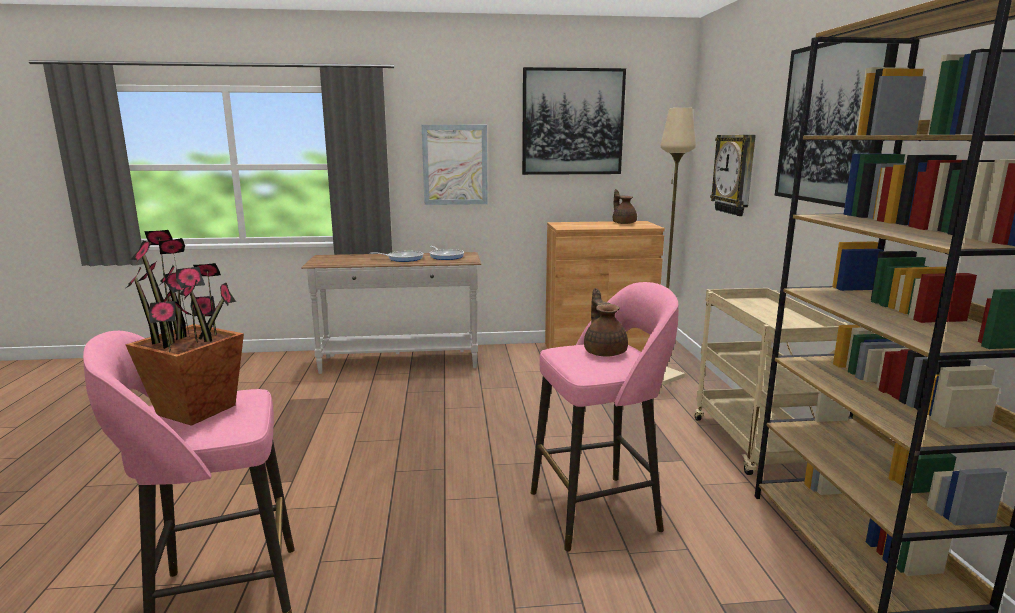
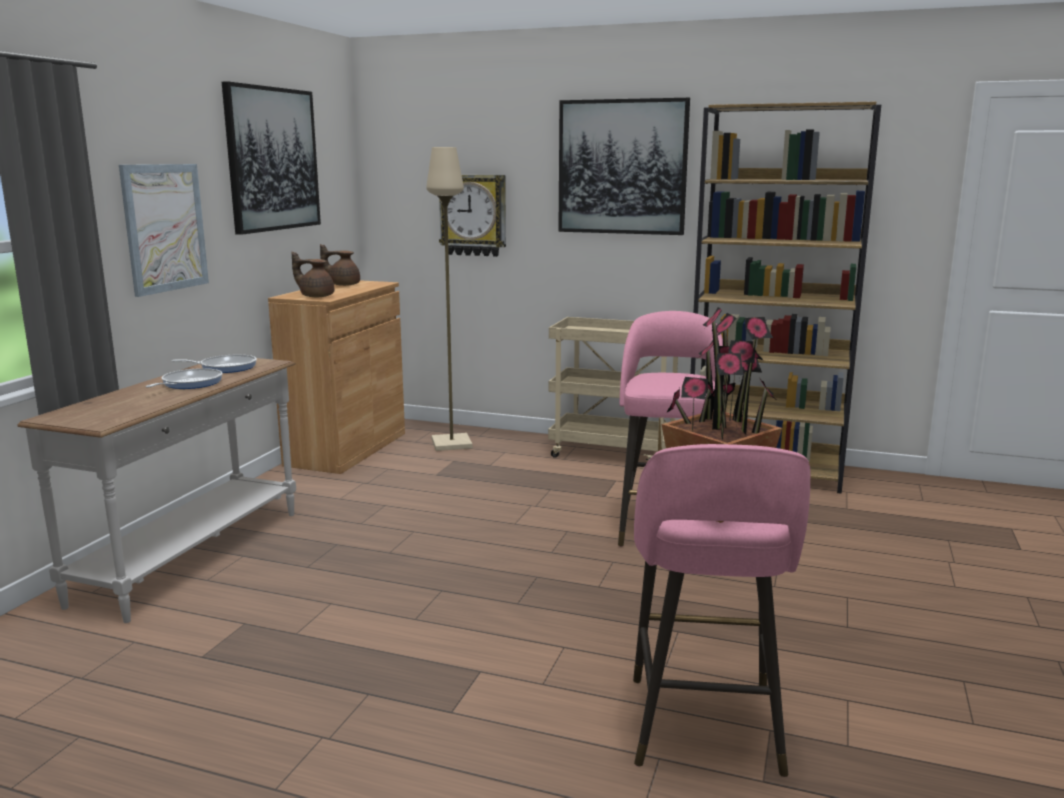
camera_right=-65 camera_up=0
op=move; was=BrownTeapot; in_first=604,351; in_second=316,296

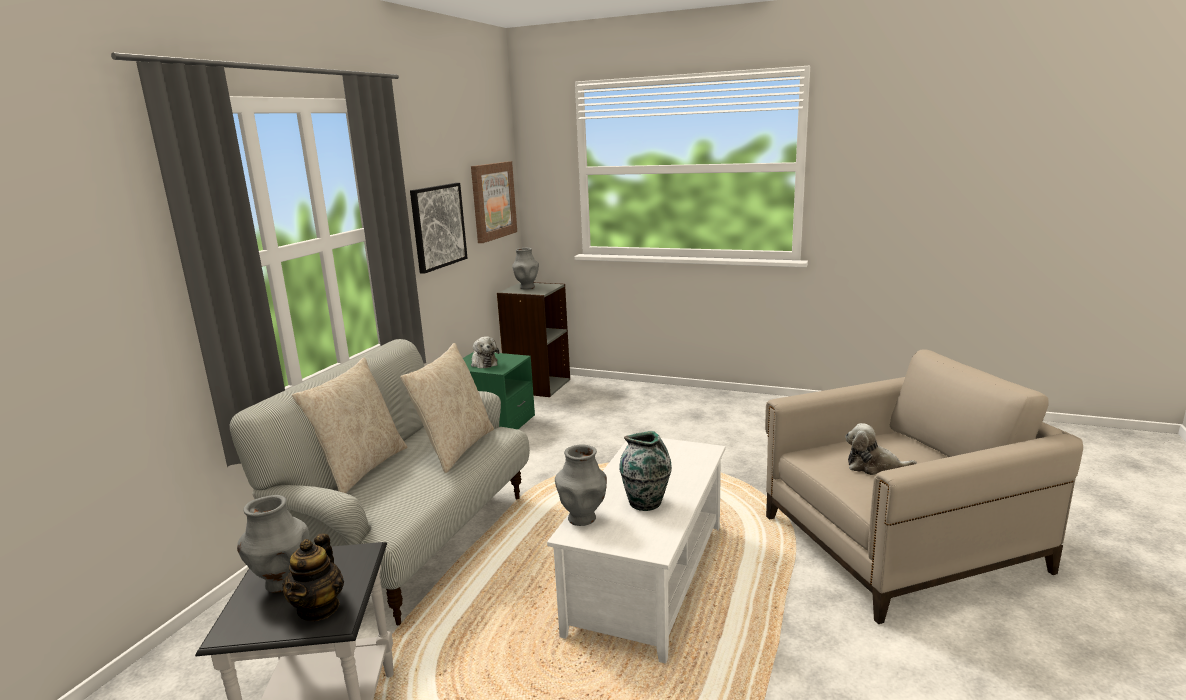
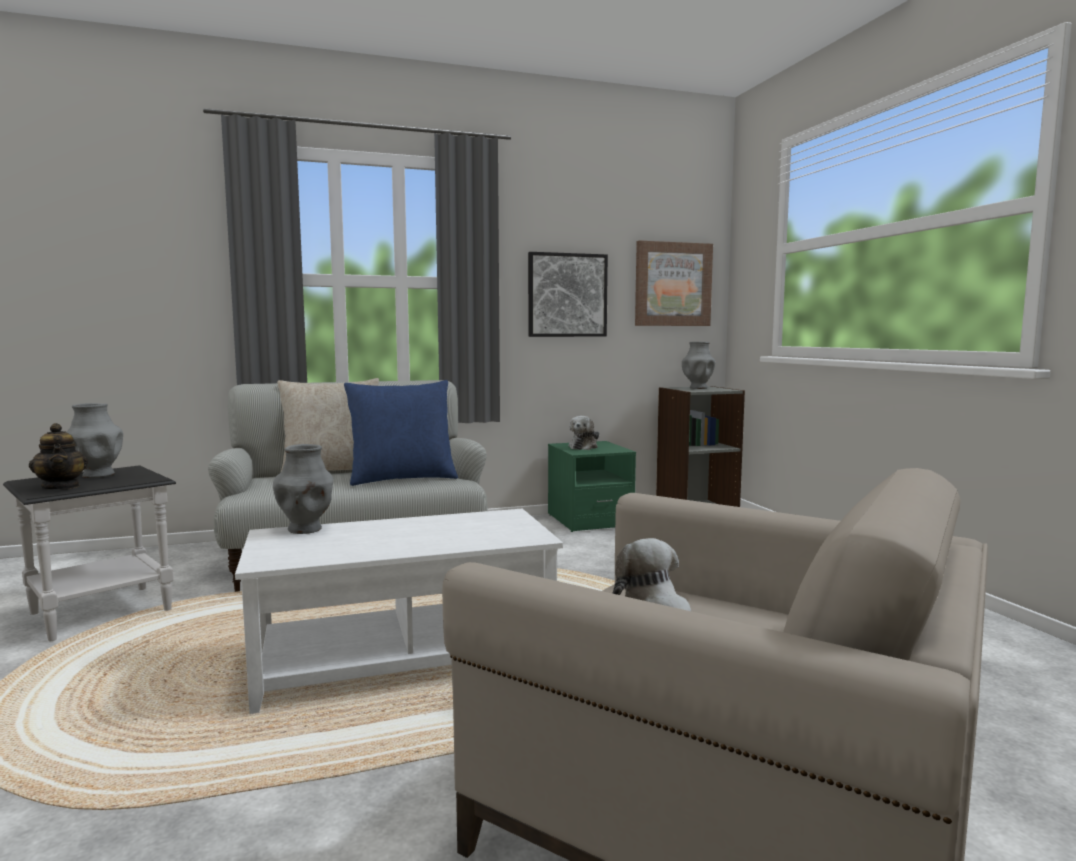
camera_right=50 camera_up=-10
op=rotate; was=Teapot; in_first=319,608; in_second=61,487; clockwise=-90
op=recolor; was=BeigePillow; now=BluePillow; in_first=455,448; in_second=402,479
op=delete; was=Vase; in_first=646,503

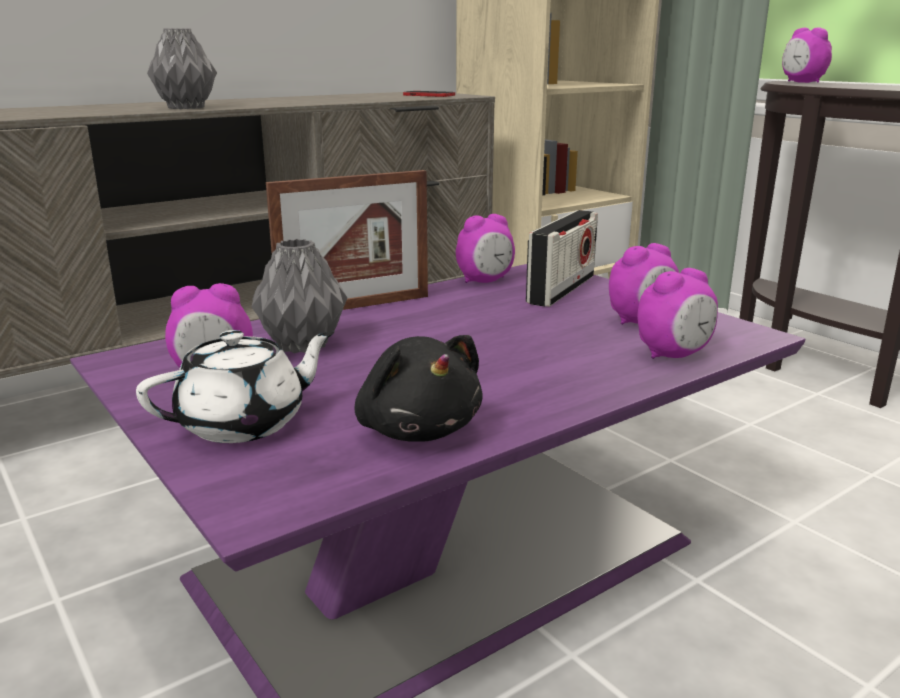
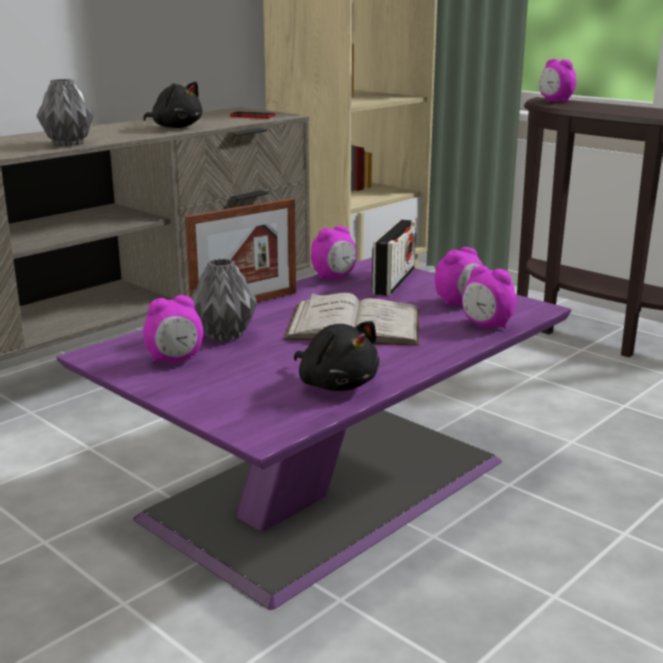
camera_right=-10 camera_up=0
op=delete; was=WhiteTeapot; in_first=245,423
op=rotate; was=AlarmClock; in_first=674,355; in_second=486,325; clockwise=75
op=insert; now=BlackPlushToy; in_second=176,127
op=insert; now=WhiteBook; in_second=354,324

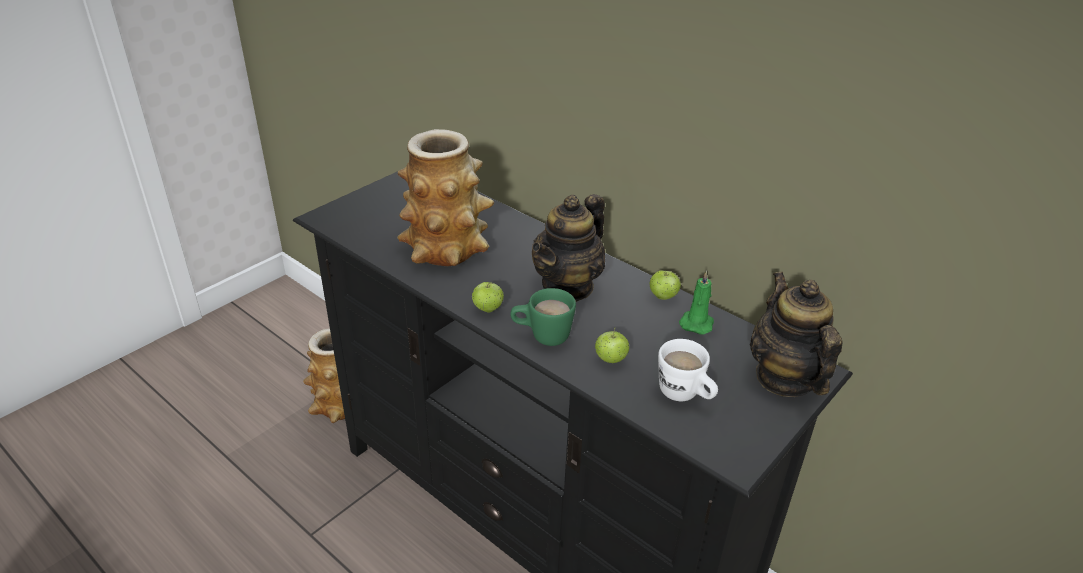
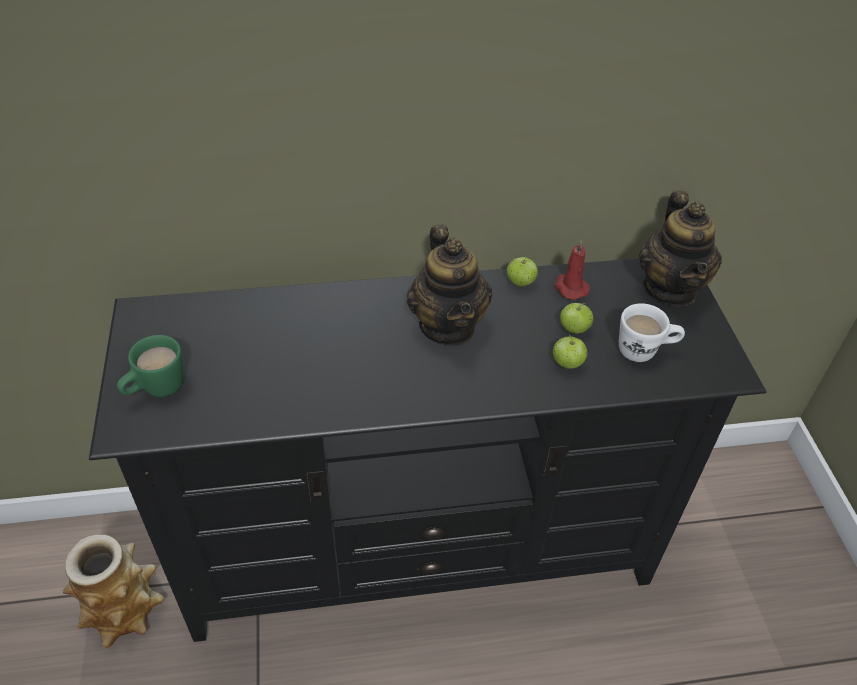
camera_right=-50 camera_up=10
op=delete; was=Vase; in_first=447,248
op=move; was=Apple; in_first=488,309; in_second=573,329
op=move; was=GreenMug; in_first=542,336; in_second=156,390
op=recolor; was=GreenCandle; now=RedCandle; in_first=697,323; in_second=570,287
op=rotate; was=Teapot; in_first=785,378; in_second=670,288; clockwise=-120

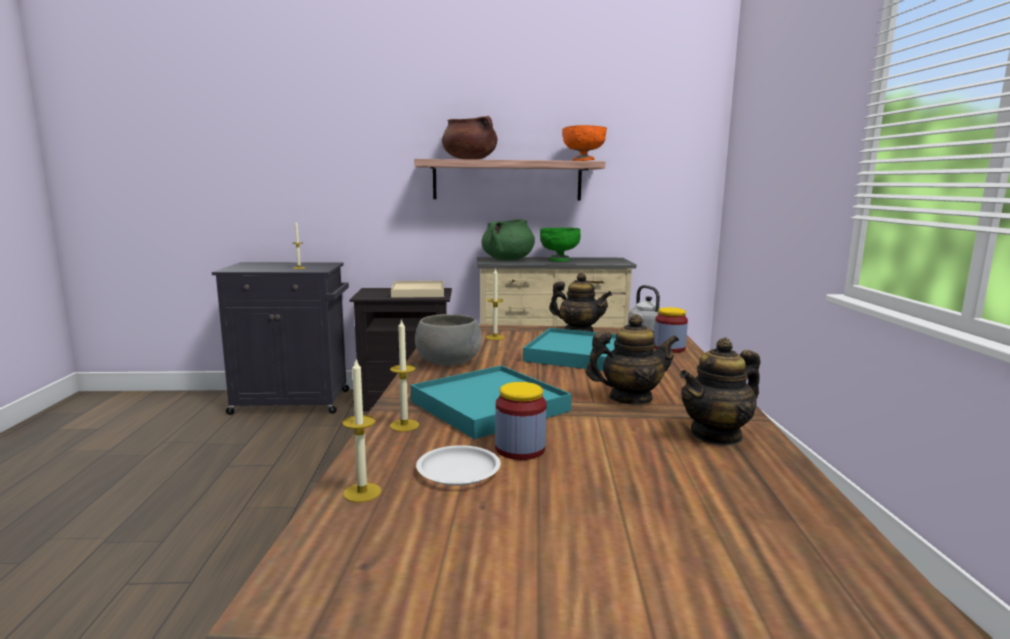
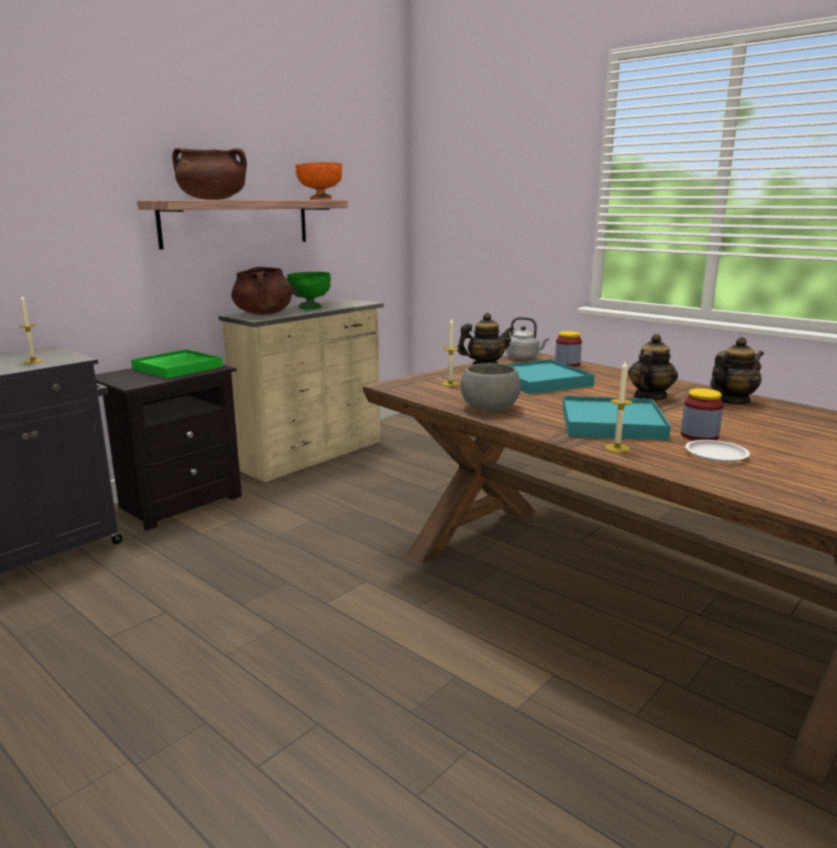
camera_right=-45 camera_up=5
op=delete; was=Candle; in_first=362,492
op=recolor; was=BeigeTray; now=GreenTray; in_first=418,292; in_second=178,368
op=recolor; was=GreenCookingPot; now=BrownCookingPot; in_first=507,259; in_second=263,314
op=rotate; was=Teapot; in_first=717,435; in_second=732,401; clockwise=-135

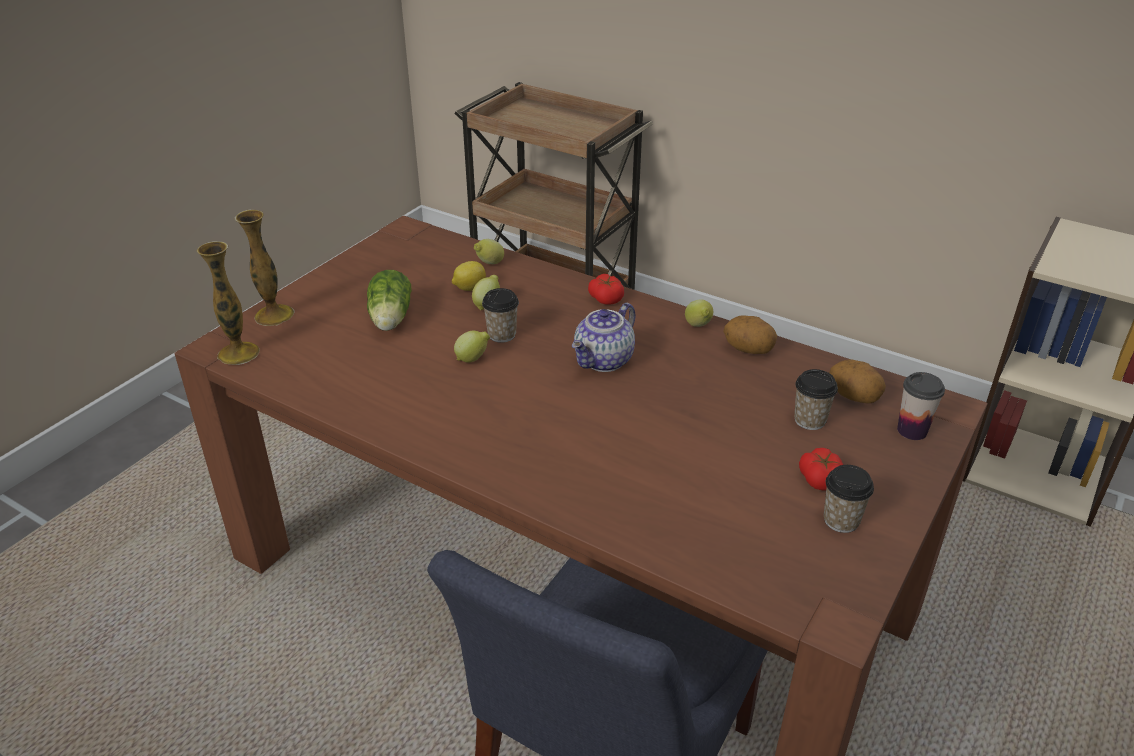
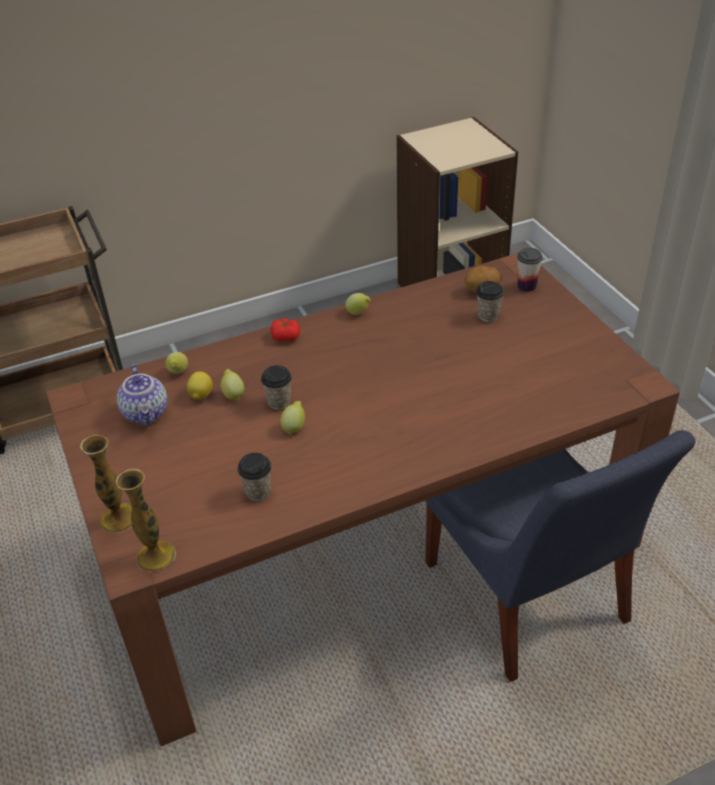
camera_right=-55 camera_up=5
op=delete; was=Lettuce; in_first=390,320
op=move; was=Teapot; in_first=604,361; in_second=147,413
op=delete; was=Potato; in_first=748,350
op=delete; was=Tomato; in_first=820,479
op=move; was=Cup; in_first=841,520; in_second=258,491

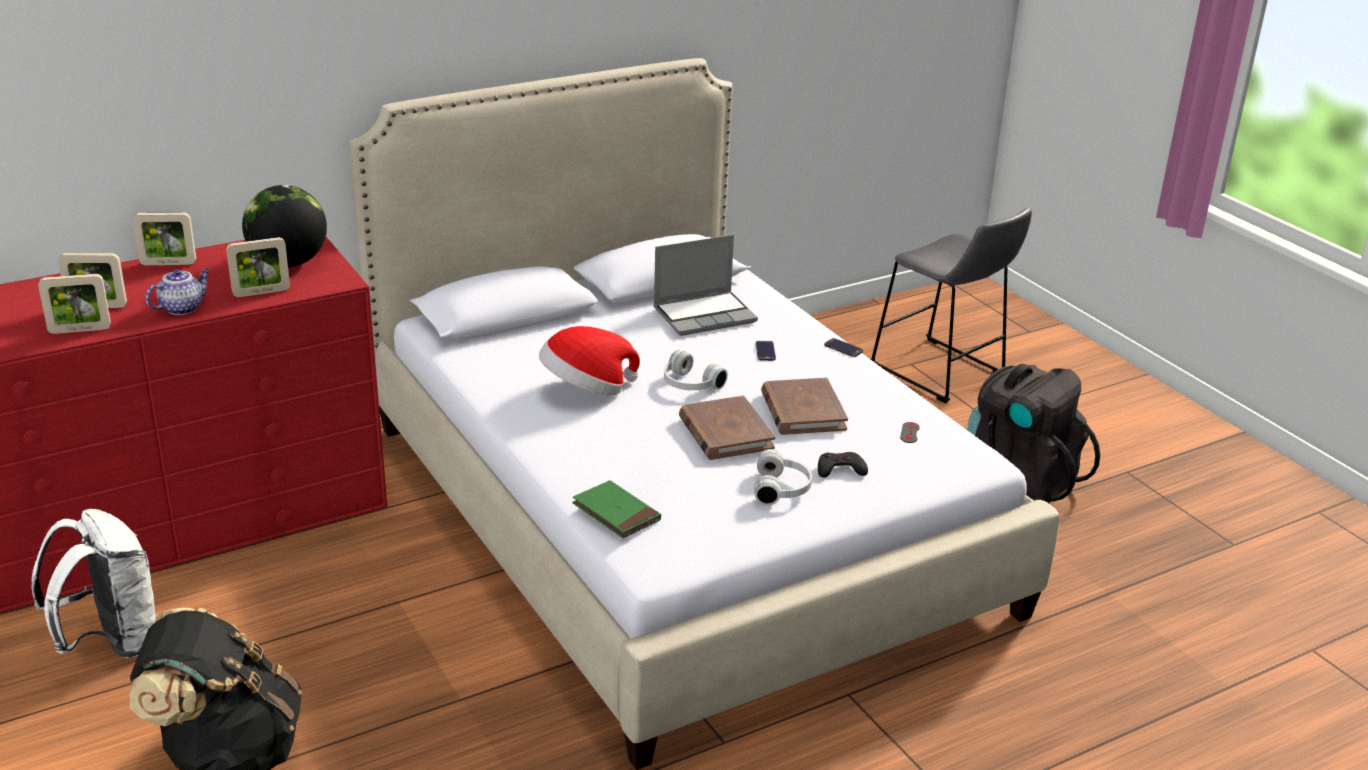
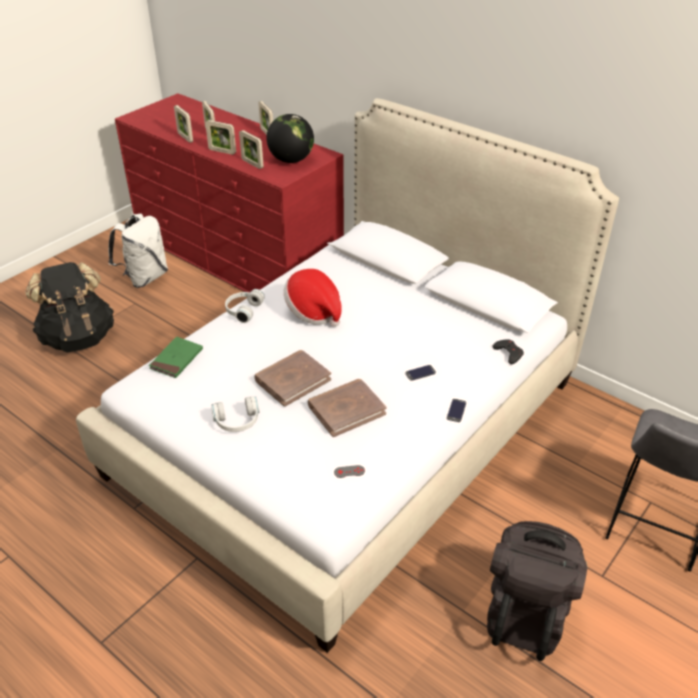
camera_right=70 camera_up=10
op=replace; was=Teapot; now=PictureFrame; in_first=182,308; in_second=222,151
op=delete; was=Laptop; in_first=705,315
op=move; was=WhiteHeadphones; in_first=689,384; in_second=242,310
op=move; was=BlackGameController; in_first=840,469; in_second=508,353

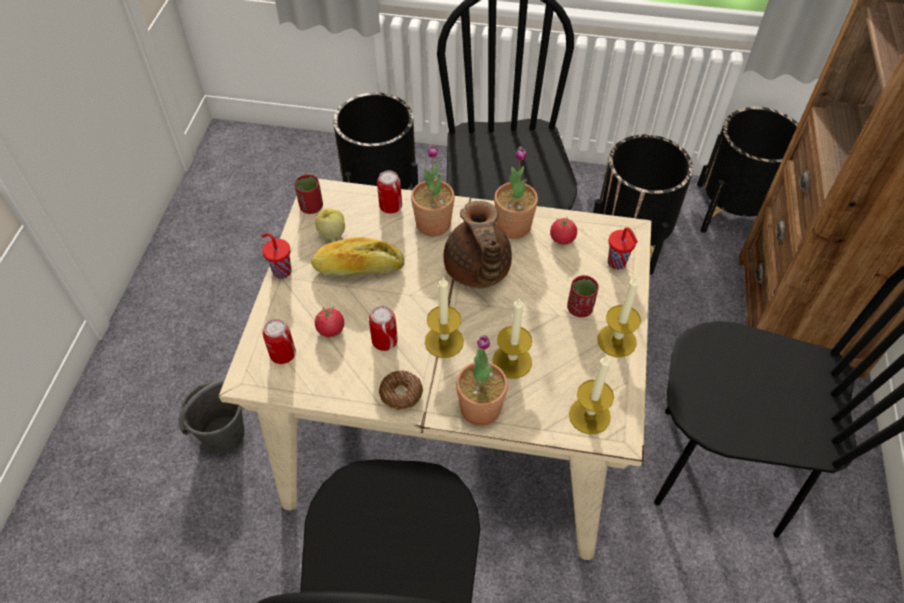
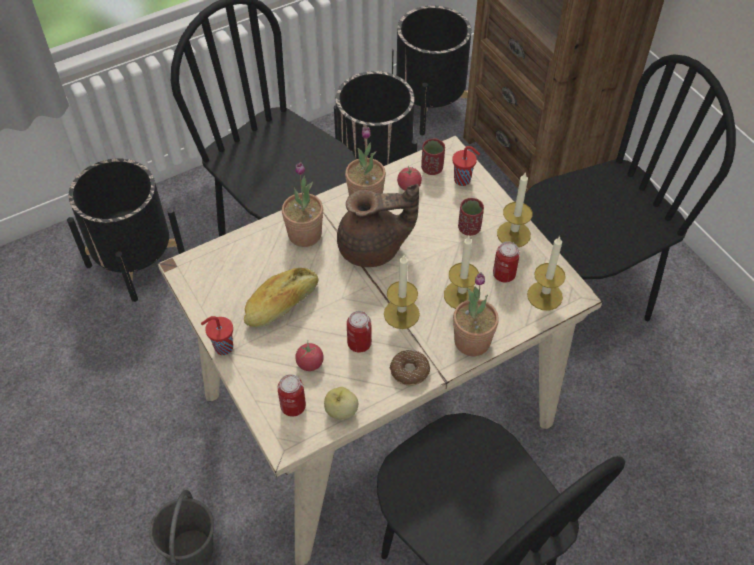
camera_right=-40 camera_up=0
op=move; was=RedCup; in_first=311,207; in_second=432,168
op=move; was=Apple; in_first=331,233; in_second=341,411
op=move; was=Can; in_first=390,206; in_second=504,274
op=rotate; was=BrownTeapot; in_first=477,271; in_second=373,248; clockwise=-45

